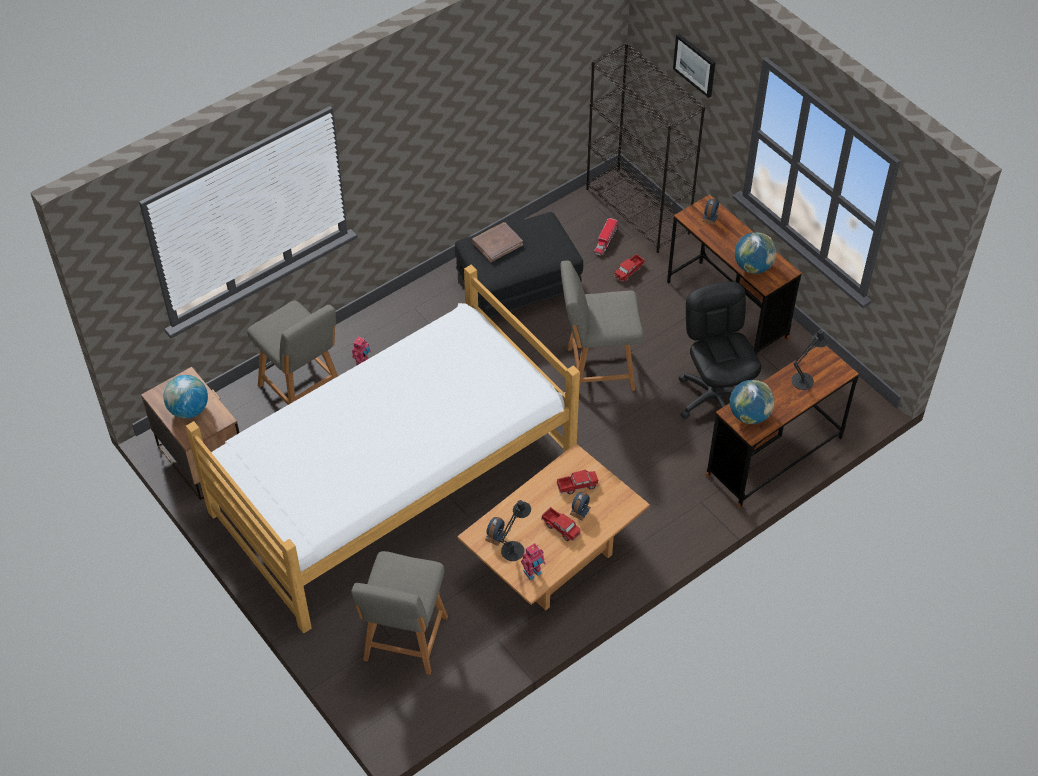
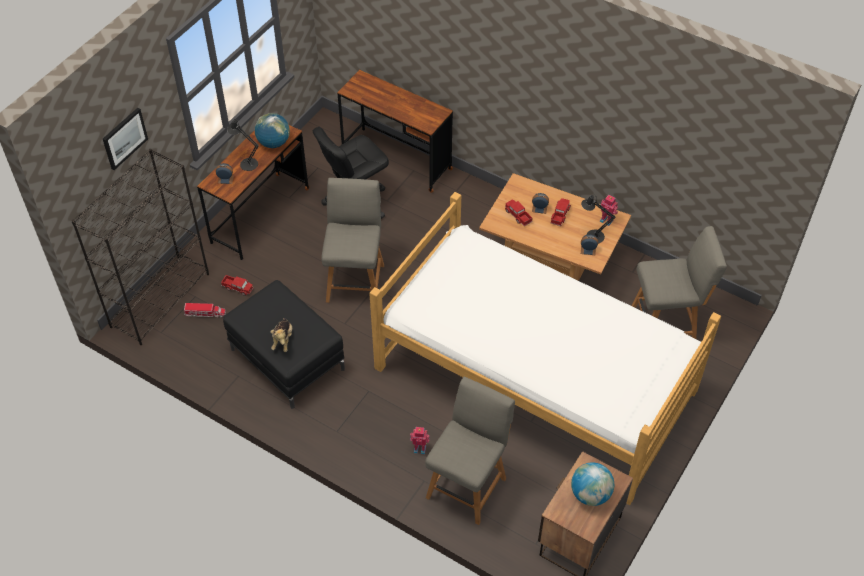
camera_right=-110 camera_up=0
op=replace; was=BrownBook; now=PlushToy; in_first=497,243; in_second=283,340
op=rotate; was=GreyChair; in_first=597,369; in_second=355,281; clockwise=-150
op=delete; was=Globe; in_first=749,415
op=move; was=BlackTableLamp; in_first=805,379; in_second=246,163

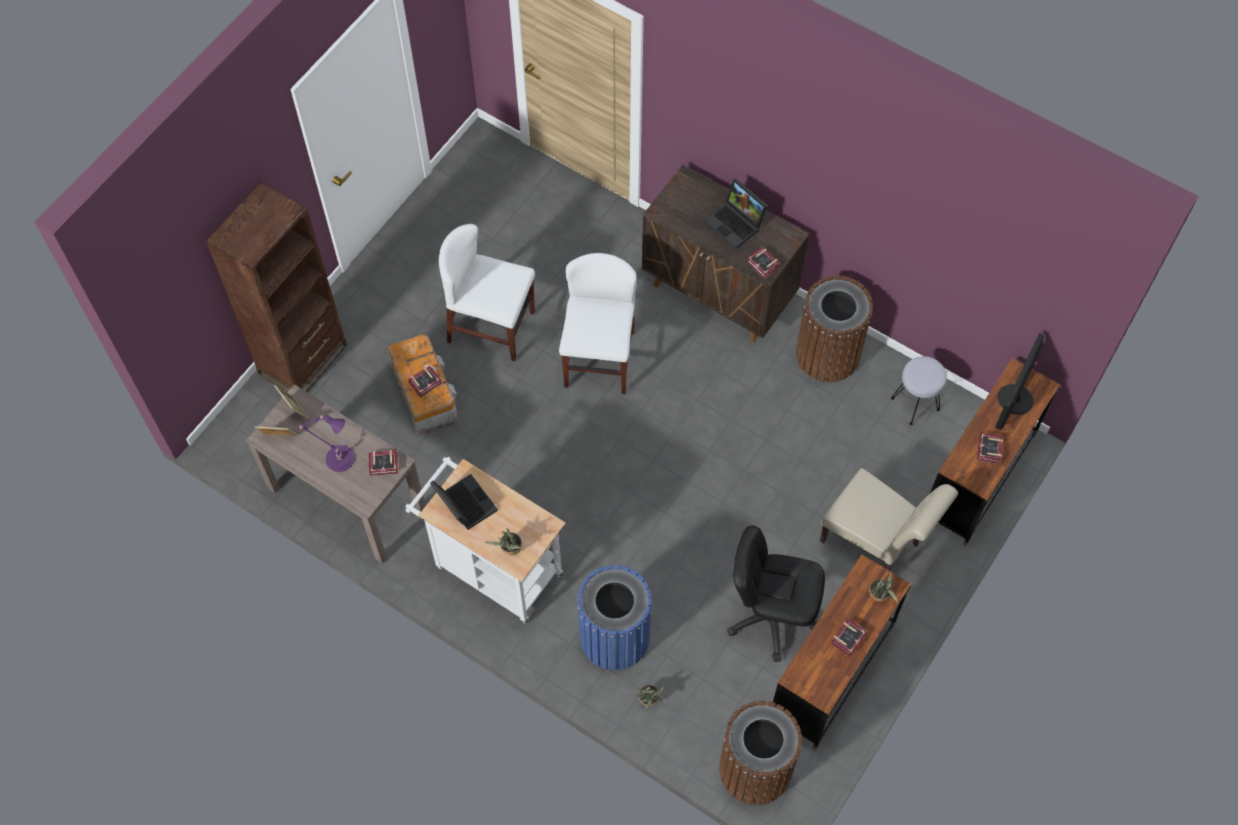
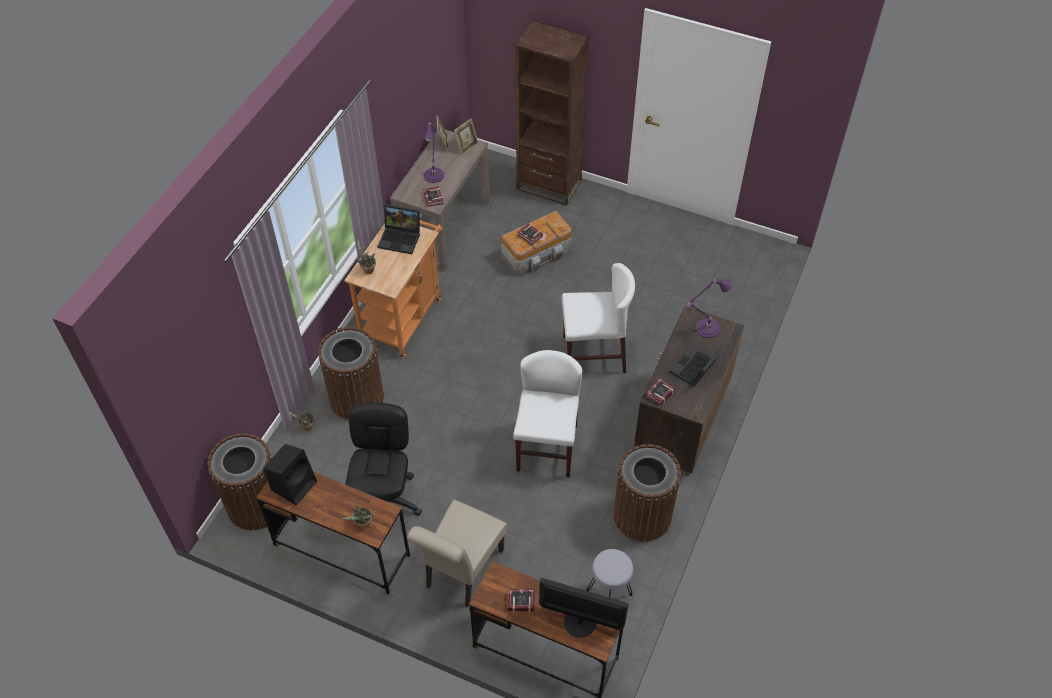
camera_right=80 camera_up=-10
op=recolor; was=WhiteCart; now=OrangeCart; in_first=492,567; in_second=403,316
op=rotate; was=Laptop; in_first=463,504; in_second=401,238; clockwise=60
op=move; was=WhiteChair; in_first=491,327; in_second=547,448
op=recolor; was=BlueTrashCan; now=BrownTrashCan; in_first=615,637; in_second=356,398
op=delete; was=Book; in_first=850,638
op=insert; now=BlackSpeaker; in_second=294,484
op=insert; now=PurpleTableLamp; in_second=705,328

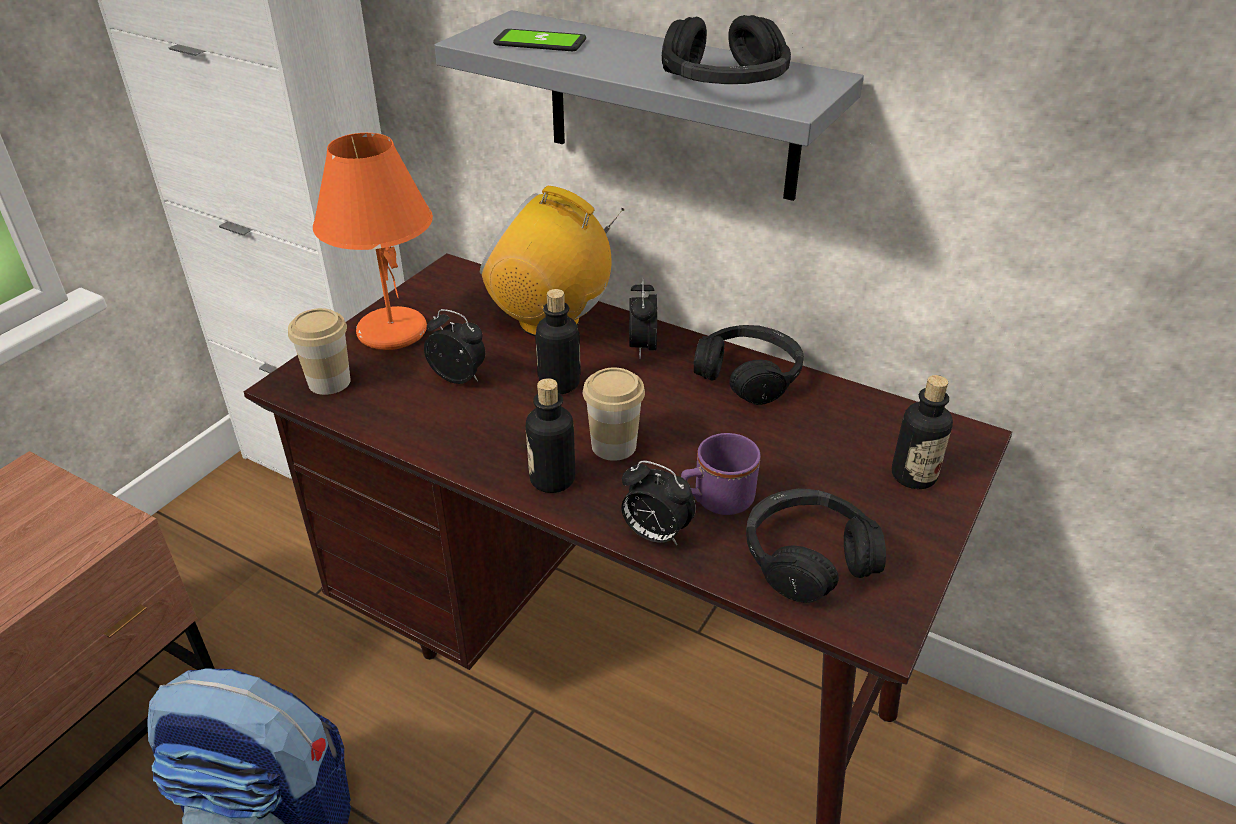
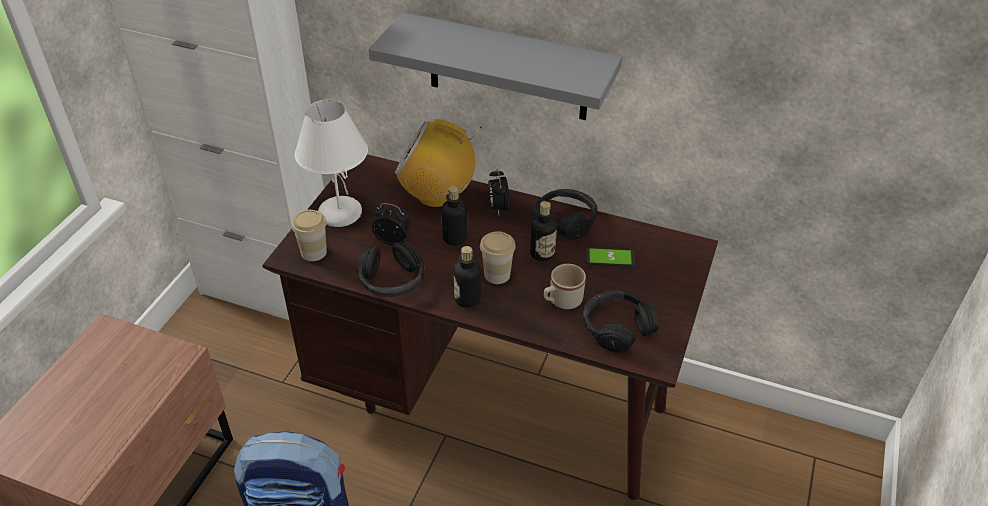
camera_right=-10 camera_up=5
op=recolor; was=OrangeTableLamp; now=WhiteTableLamp; in_first=390,332; in_second=339,213
op=move; was=Phone; in_first=540,42; in_second=610,258
op=delete; was=AlarmClock; in_first=655,534
op=move; was=BlackHeadphones; in_first=724,83; in_second=392,281
op=recolor; was=PurpleMug; now=BeigeMug; in_first=715,501; in_second=561,301
op=move; was=Bottle; in_first=913,475; in_second=542,253

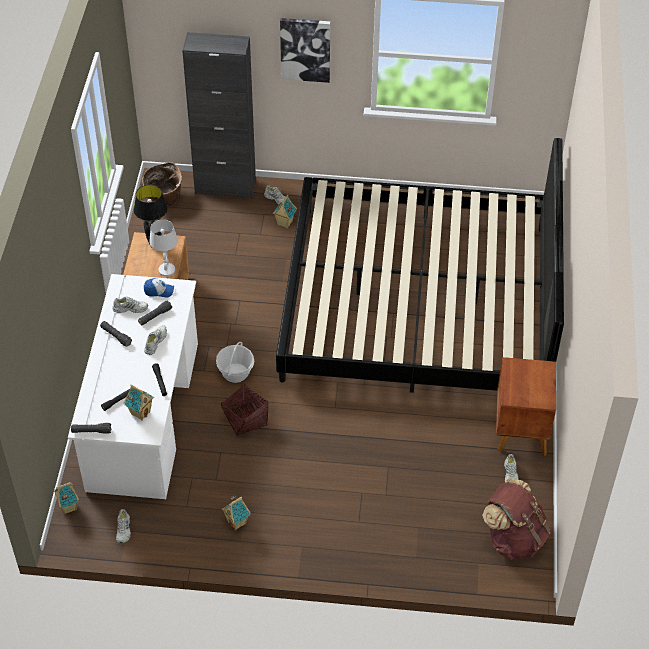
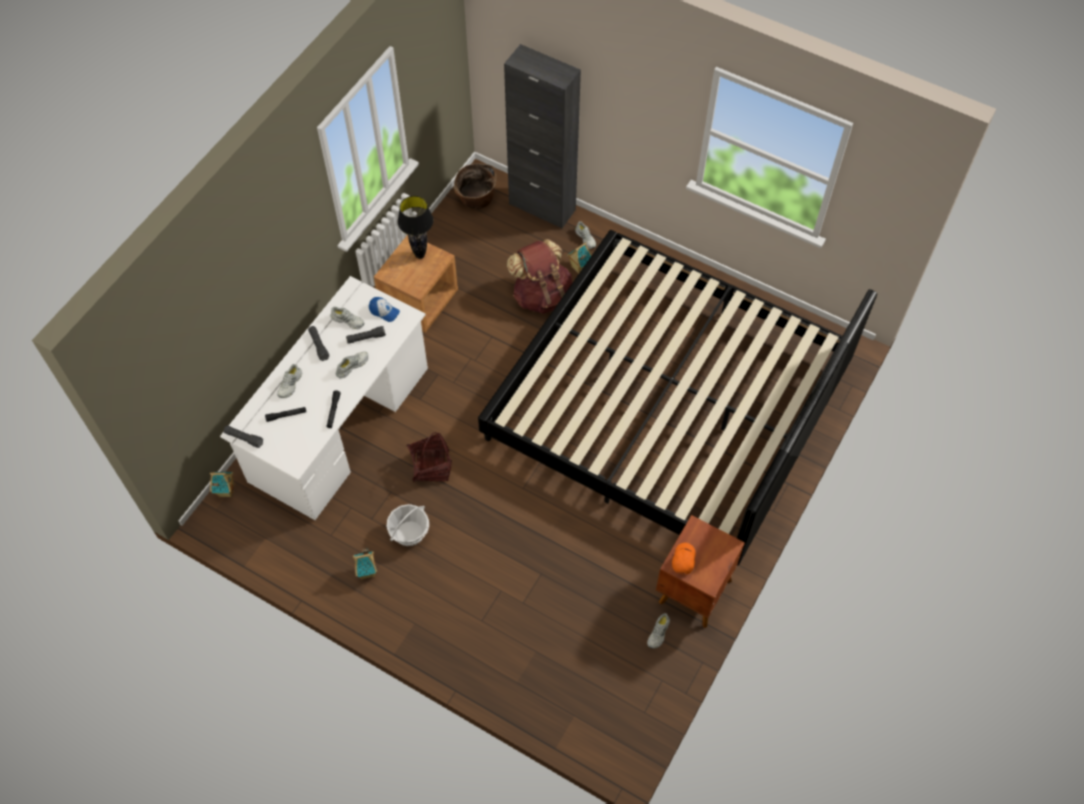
camera_right=25 camera_up=10
op=move; was=WhiteShoe; in_first=124,529; in_second=290,384
op=delete; was=ToyHouse; in_first=140,413
op=delete; was=WhiteTableLamp; in_first=167,270
op=move; was=Basket; in_first=235,373; in_second=409,533
op=delete; was=Picture; in_first=305,49
op=move; was=BrownBackpack; in_first=513,537; in_second=541,295
op=insert; now=OrangeCap; in_second=683,559

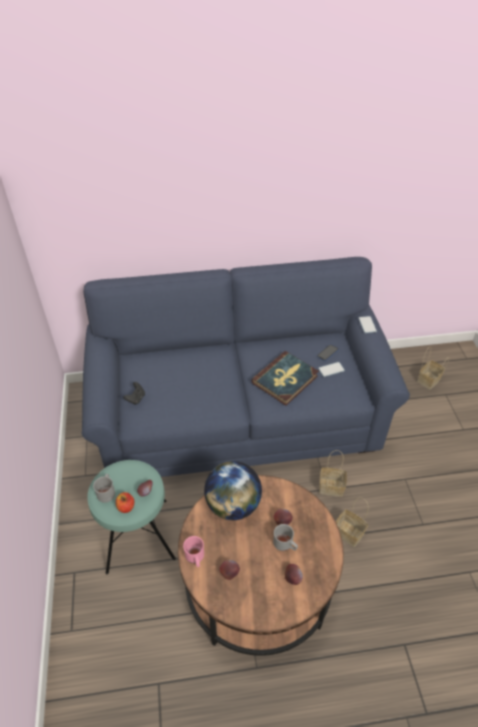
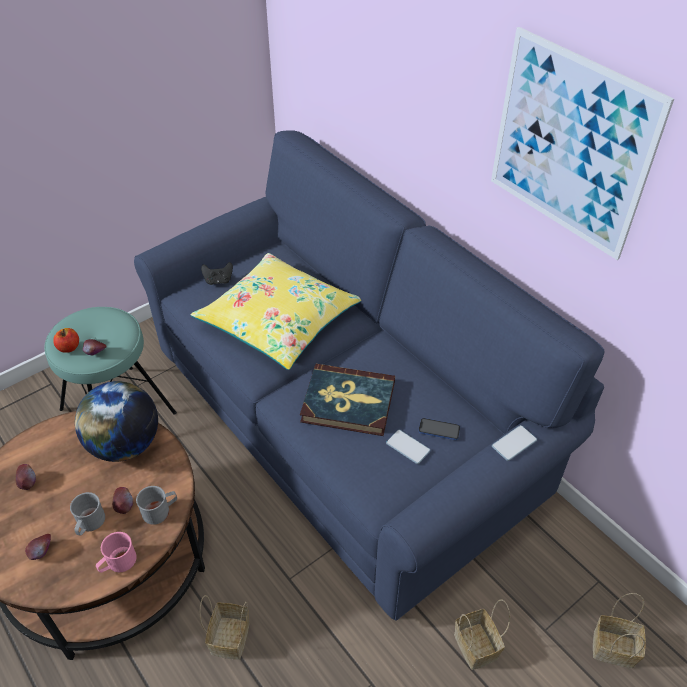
camera_right=60 camera_up=0
op=move; was=GreyMug; in_first=106,491; in_second=160,510
op=move; was=PinkMug; in_first=195,557; in_second=118,563
op=move; was=Basket; in_first=332,487; in_second=477,647
op=insert; now=YellowPillow; in_second=278,320
op=insert; now=Picture; in_second=570,145

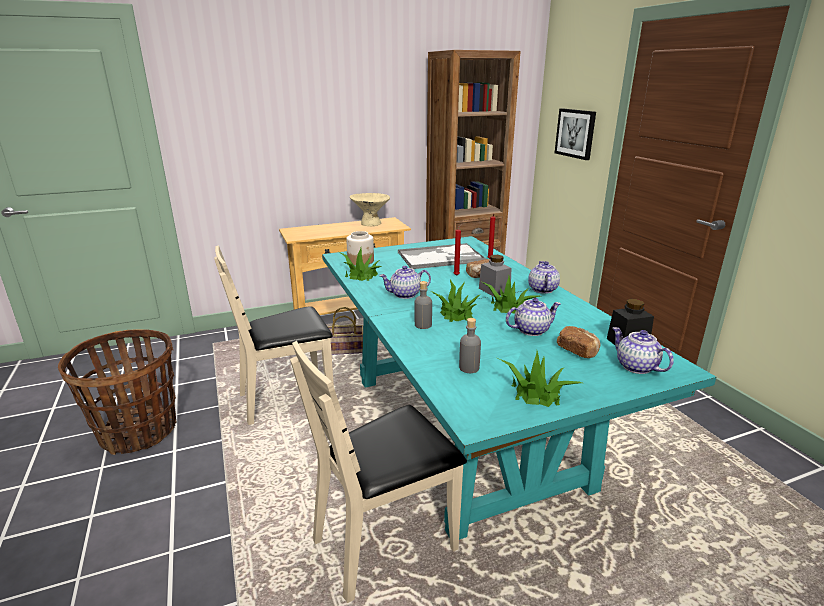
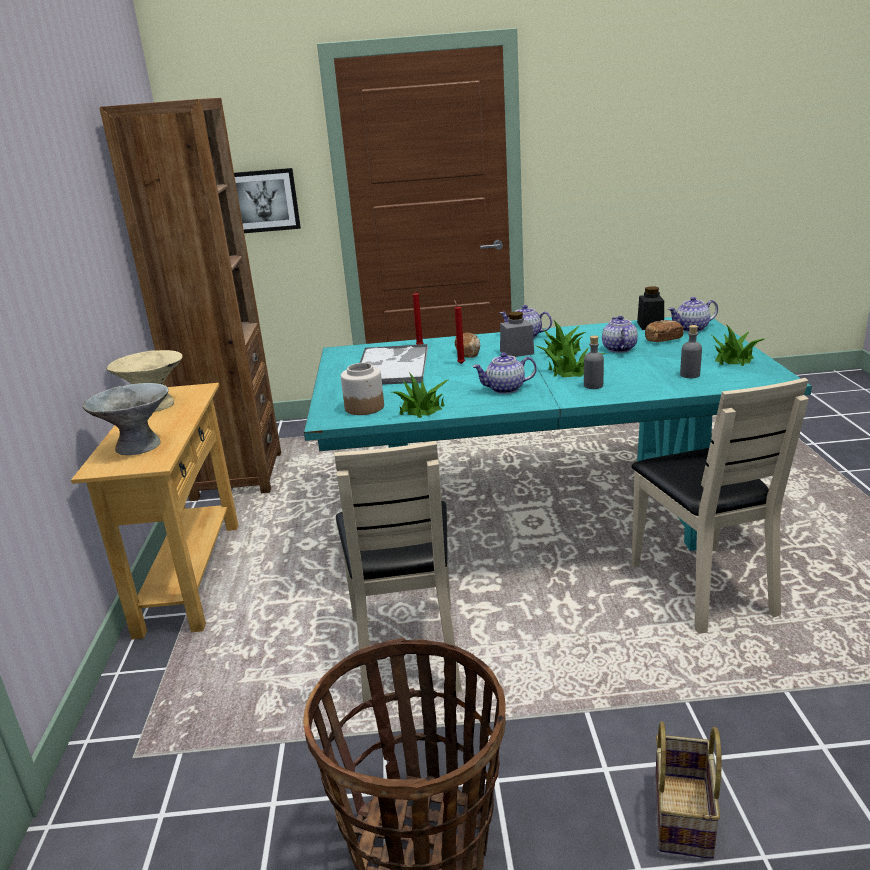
camera_right=-70 camera_up=0
op=move; was=Basket; in_first=344,350; in_second=685,817
op=rotate; was=Teapot; in_first=405,294; in_second=505,389; clockwise=75
op=insert; now=GreyBowl; in_second=138,446

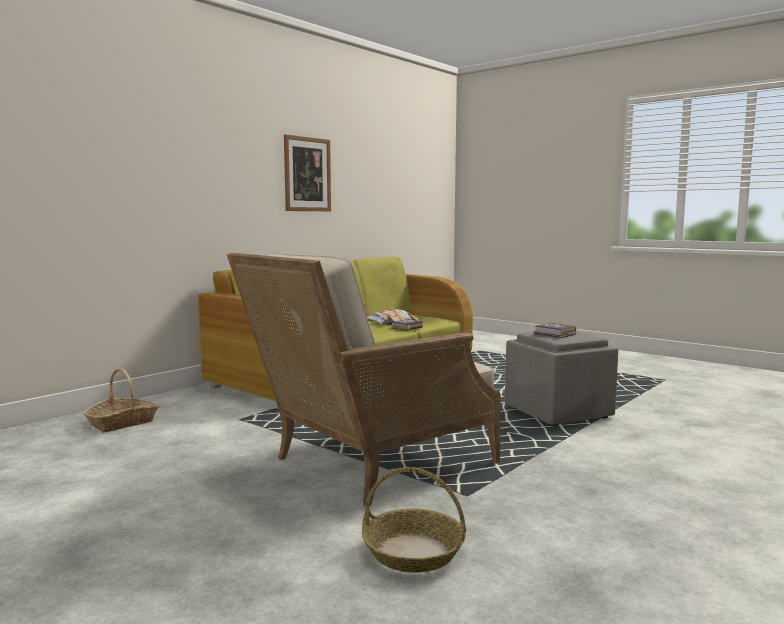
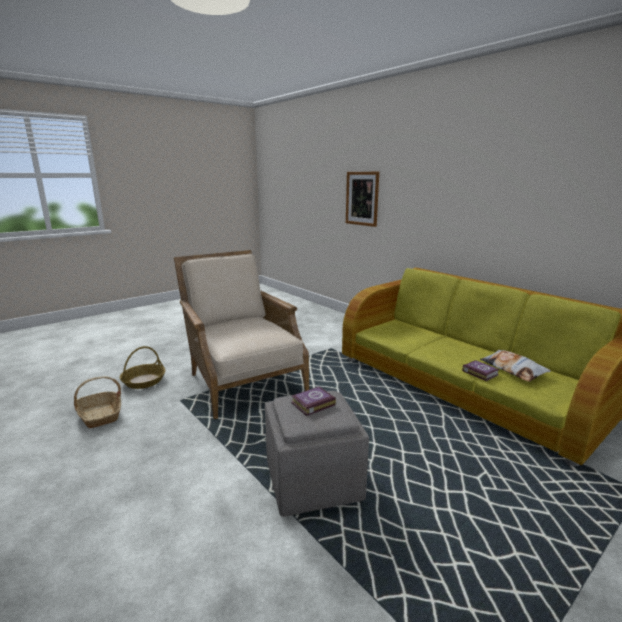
camera_right=100 camera_up=10
op=move; was=Basket; in_first=122,423; in_second=100,415
op=move; was=Picture; in_first=307,174; in_second=362,198

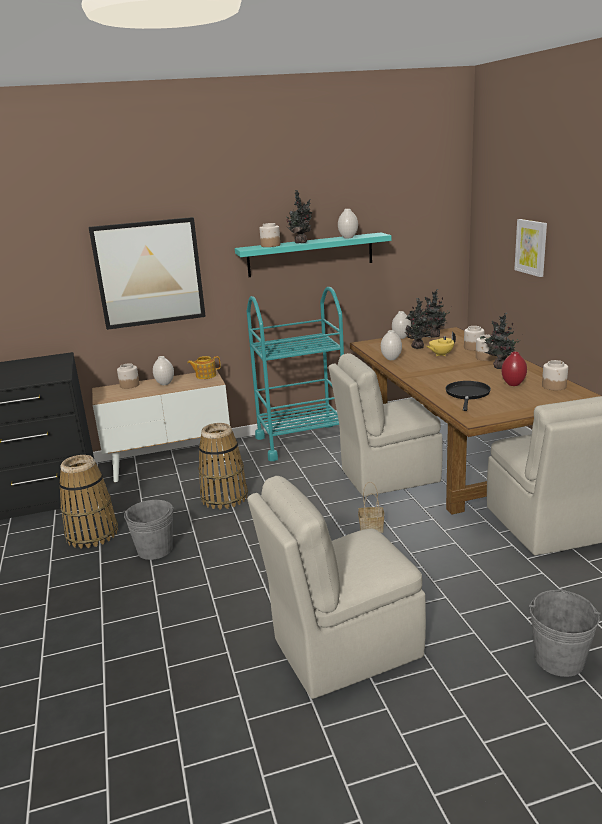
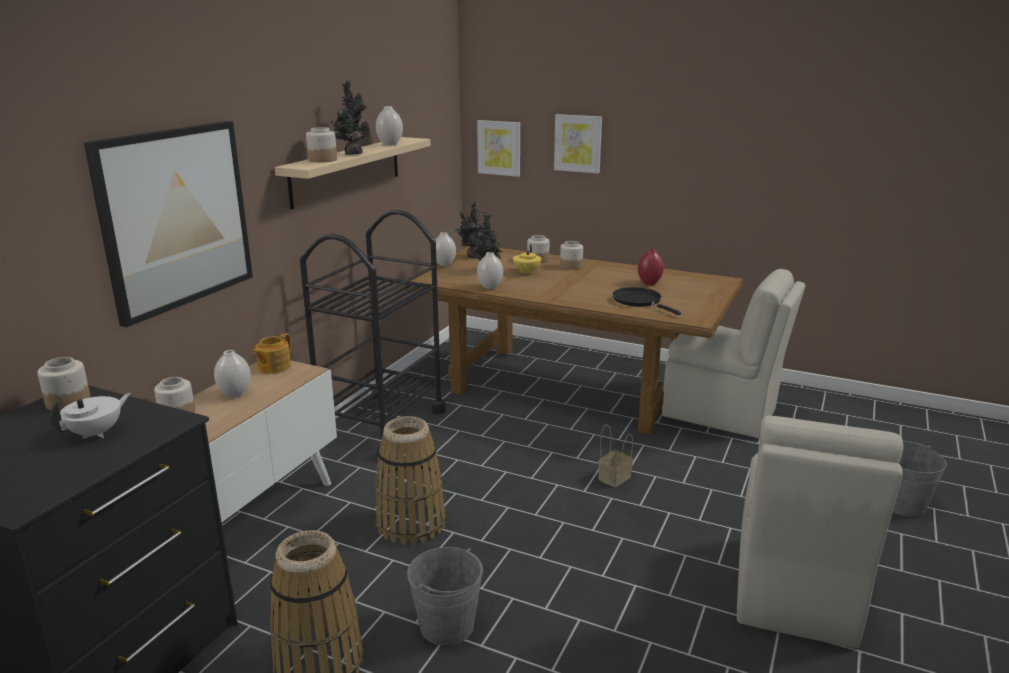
camera_right=-50 camera_up=0
op=recolor; was=TurquoiseShelf; now=BeigeShelf; in_first=310,255; in_second=347,171
op=recolor; was=TurquoiseCart; now=BlackCart; in_first=302,441; in_second=381,425
op=delete; was=BeigeChair; in_first=387,476
op=delete; was=PottedPlant; in_first=499,367
op=move; was=Jar; in_first=554,386; in_second=69,402
op=insert; now=WhiteTeapot; in_second=97,433
op=insert; now=Picture; in_second=499,148

